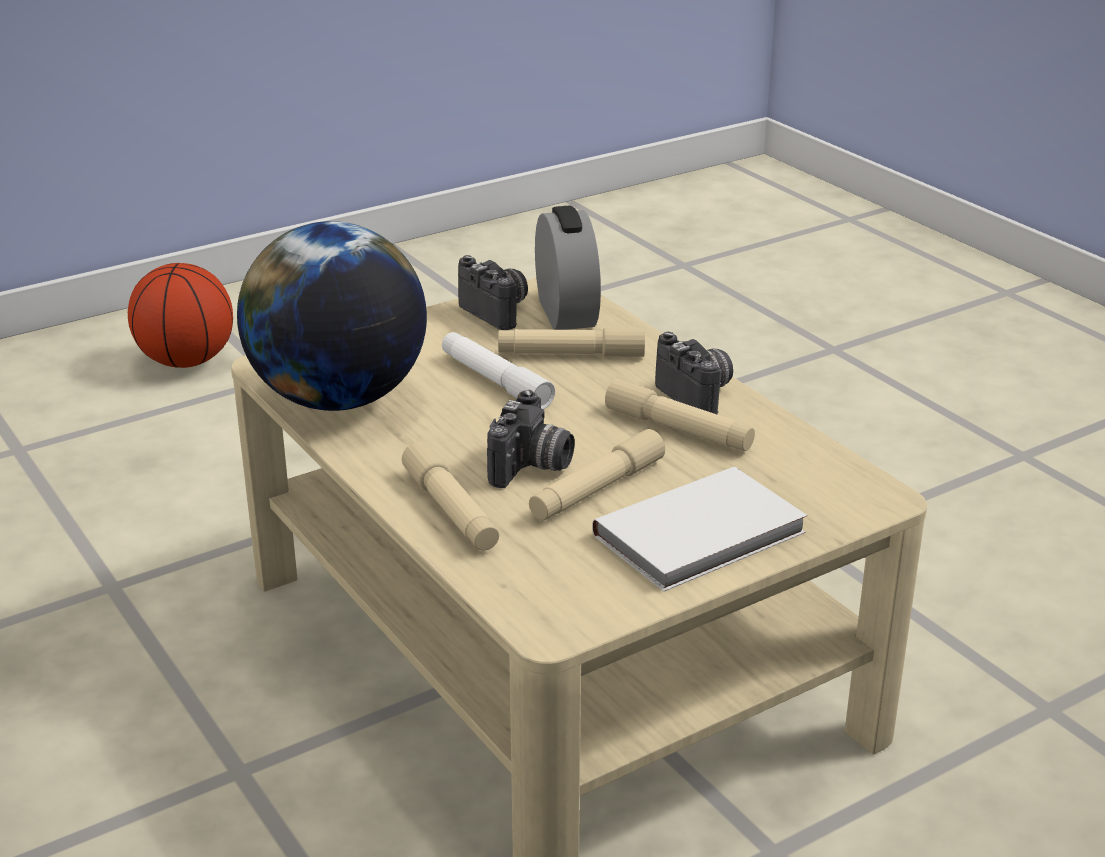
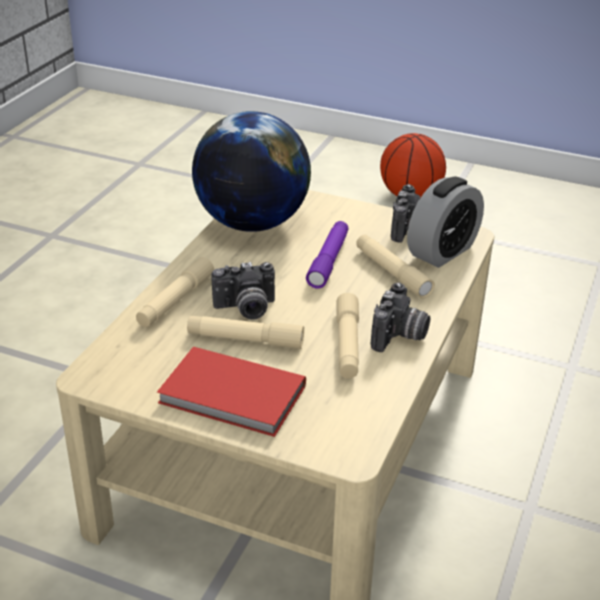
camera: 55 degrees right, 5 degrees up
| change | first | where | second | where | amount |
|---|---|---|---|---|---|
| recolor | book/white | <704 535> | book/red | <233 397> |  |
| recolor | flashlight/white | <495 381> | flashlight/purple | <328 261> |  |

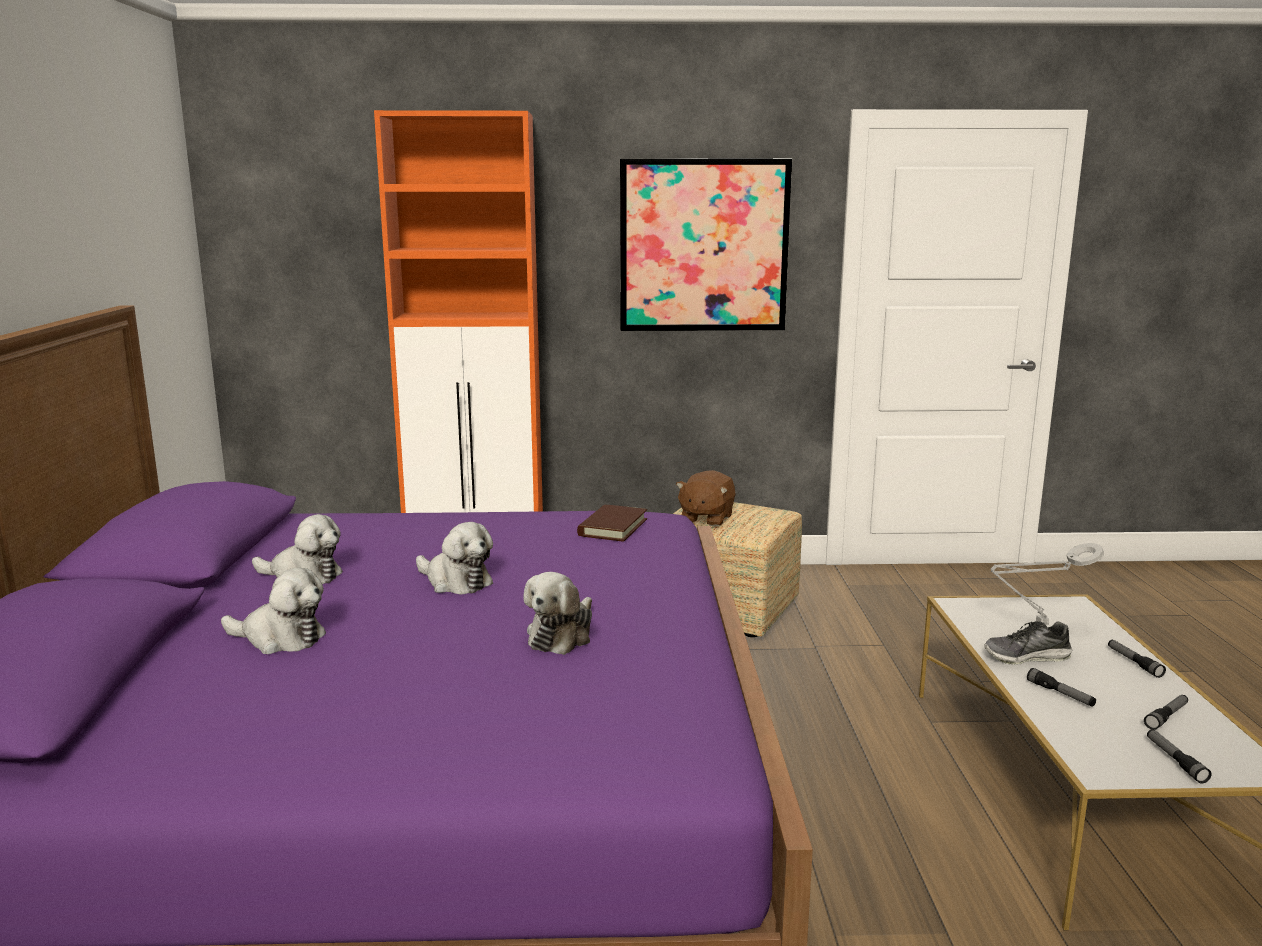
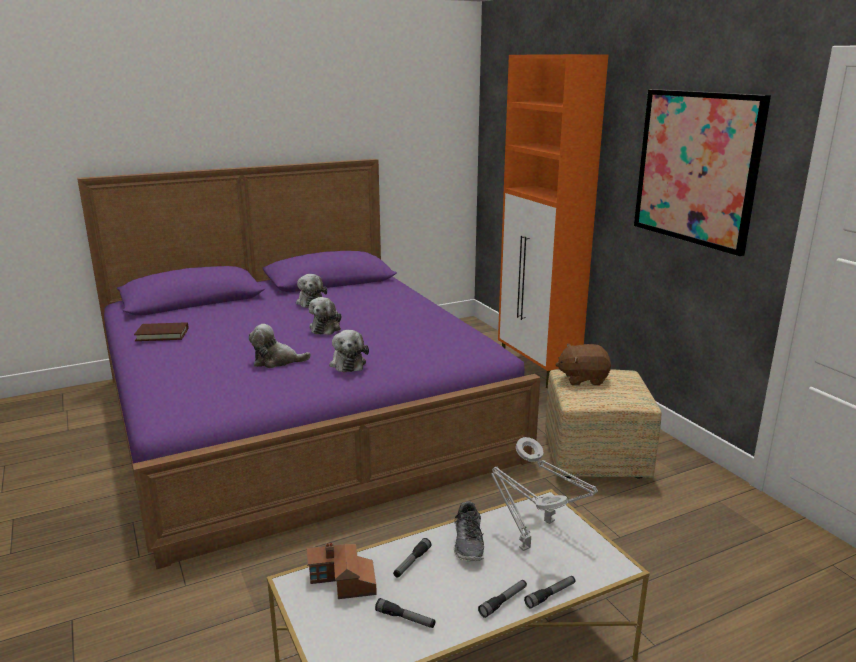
camera: 65 degrees right, 5 degrees up
| change | first | where | second | where | amount |
|---|---|---|---|---|---|
| move | book/brown | <612 527> |  | <162 334> |  |
| insert |  |  | toy house | <342 581> |  |
| move | plush toy | <280 638> |  | <347 363> |  |
| rotate | shoe | <1026 657> |  | <469 543> | 150 degrees counterclockwise |
| insert |  |  | table lamp/grey | <552 523> |  |
| move | flashlight | <1175 761> |  | <550 595> |  |

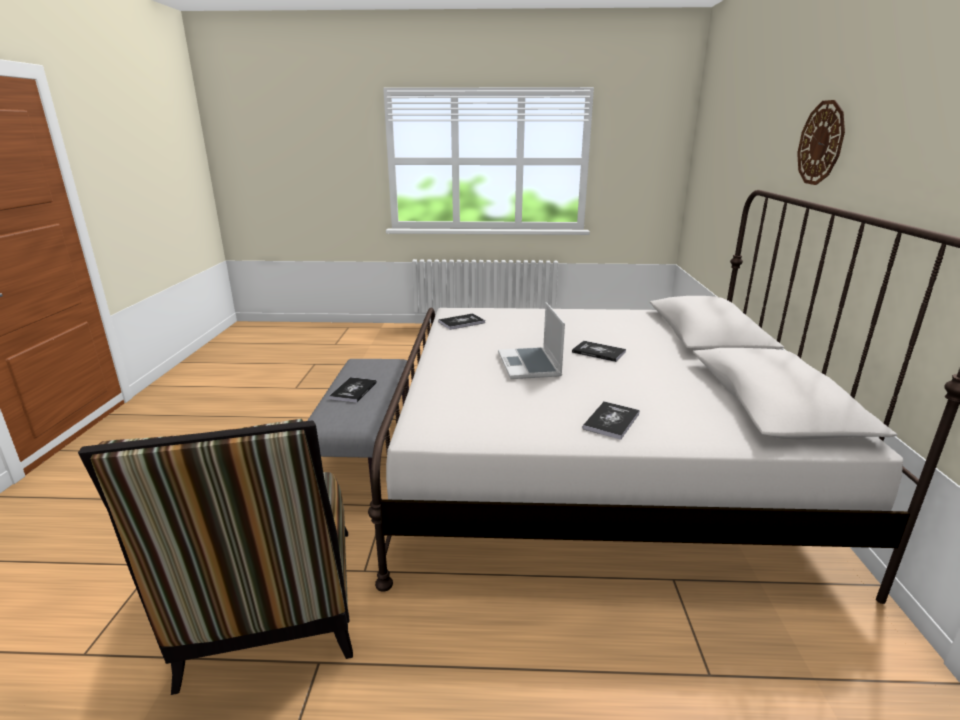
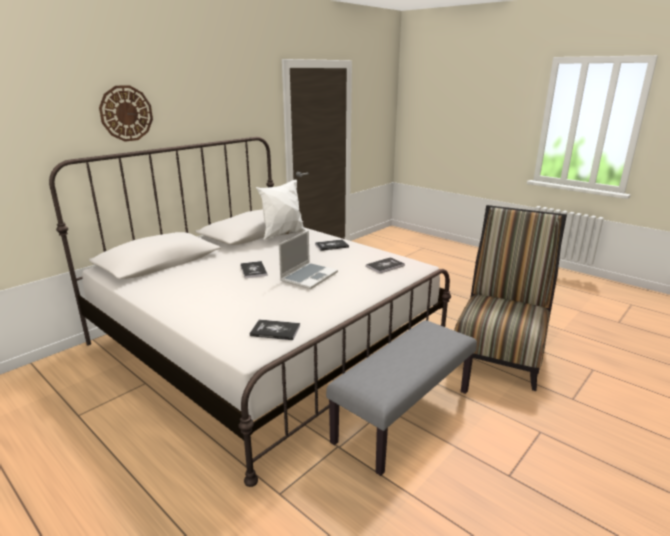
camera: 140 degrees left, 0 degrees up
| change | first | where | second | where | amount |
|---|---|---|---|---|---|
| insert |  |  | pillow/white | <283 235> |  |
| move | book | <353 391> |  | <385 266> |  |

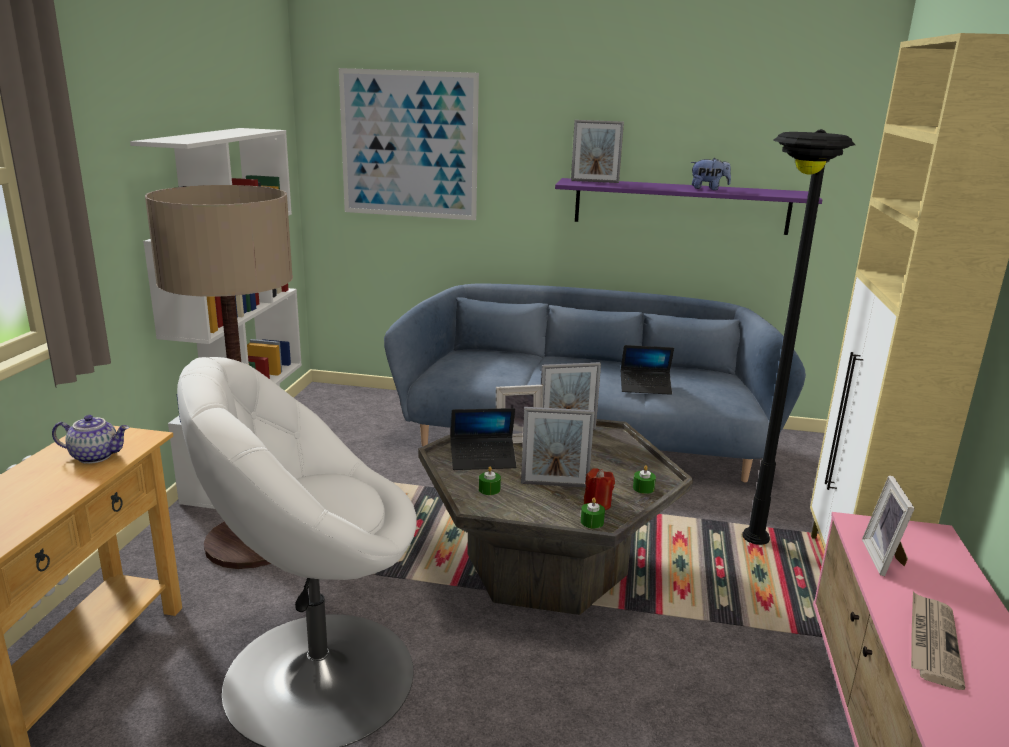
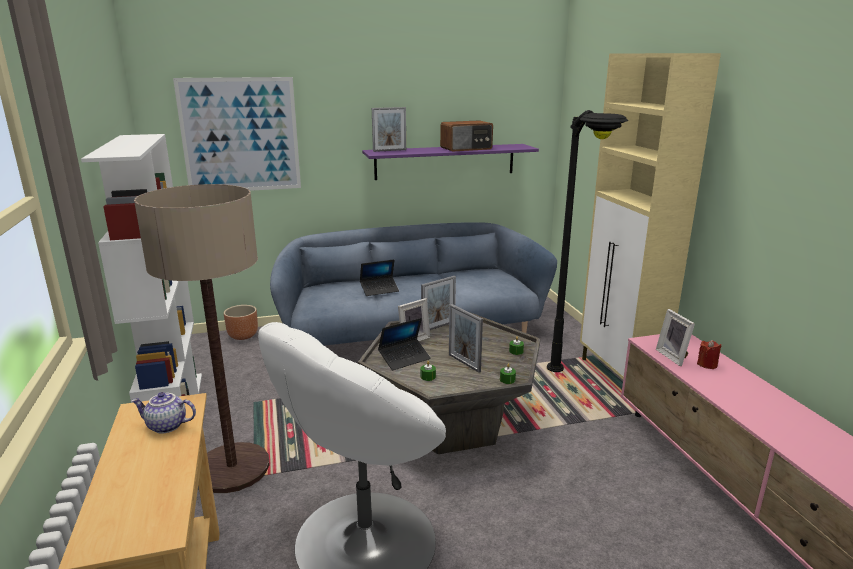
camera: 25 degrees left, 0 degrees up
| change | first | where | second | where | amount |
|---|---|---|---|---|---|
| rotate | teapot | <96 456> |  | <166 426> | 150 degrees counterclockwise |
| insert |  |  | planter/brown | <243 335> |  |
| move | laptop | <645 387> |  | <379 290> |  |
| replace | plush toy | <708 189> | radio | <466 148> |  |
| rotate | picture frame | <554 484> |  | <464 363> | 75 degrees clockwise |
| move | candle/red | <597 504> |  | <707 364> |  |
| delete | newspaper | <931 641> |  |  |  |

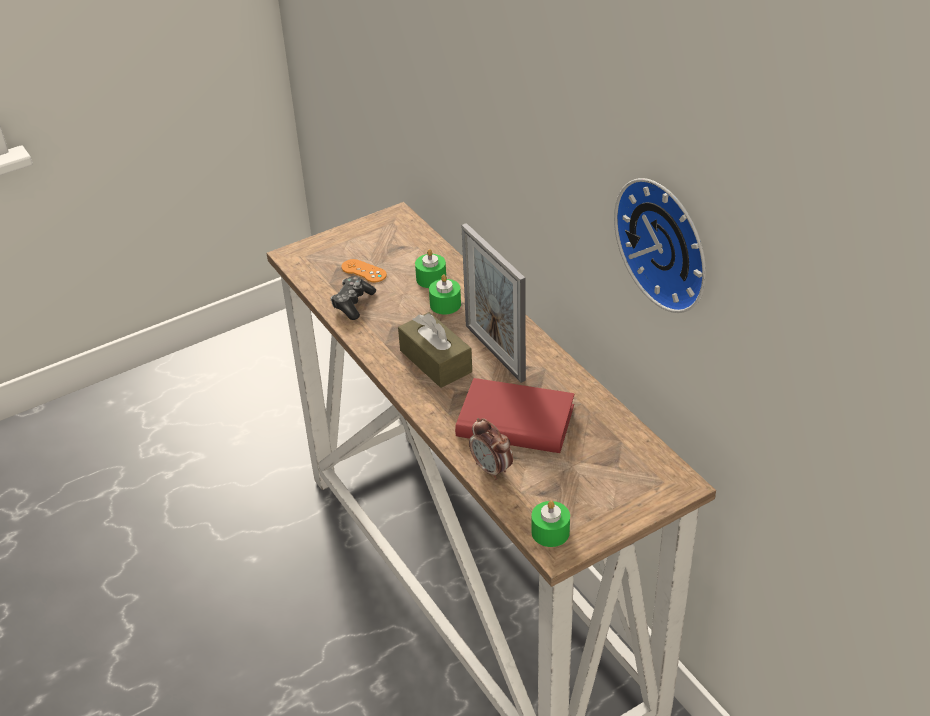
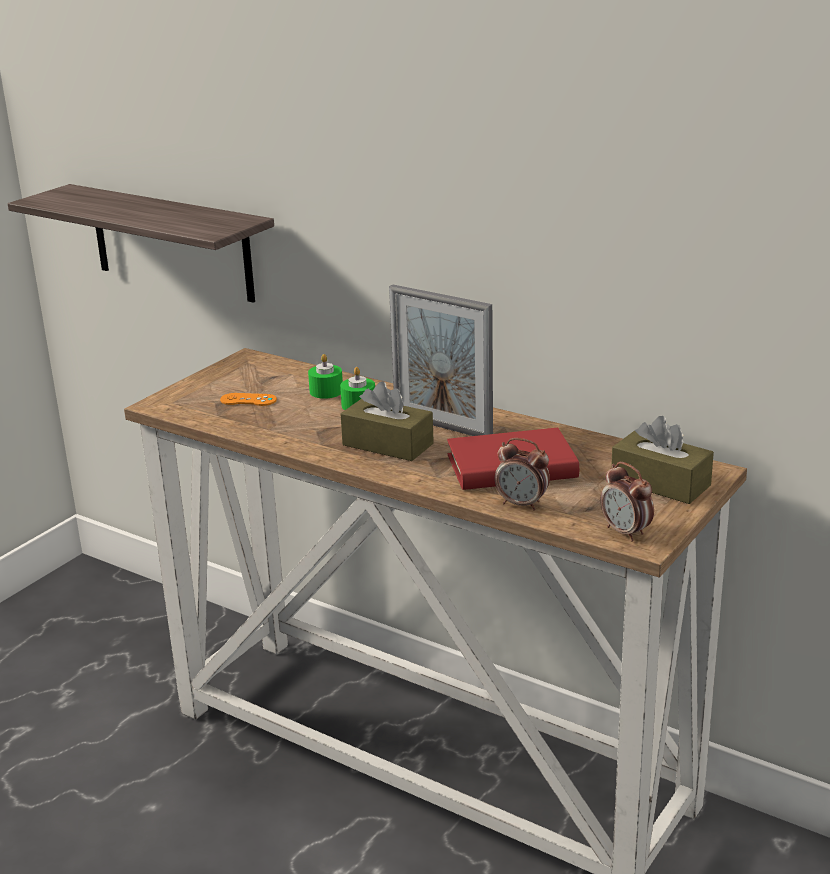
camera: 25 degrees left, 15 degrees down
| change | first | where | second | where | amount |
|---|---|---|---|---|---|
| insert |  |  | shelf | <171 243> |  |
| replace | candle/green | <550 532> | alarm clock | <626 532> |  |
| insert |  |  | tissue box/brown | <660 483> |  |
| delete | game controller | <353 303> |  |  |  |
| delete | wall clock | <668 242> |  |  |  |

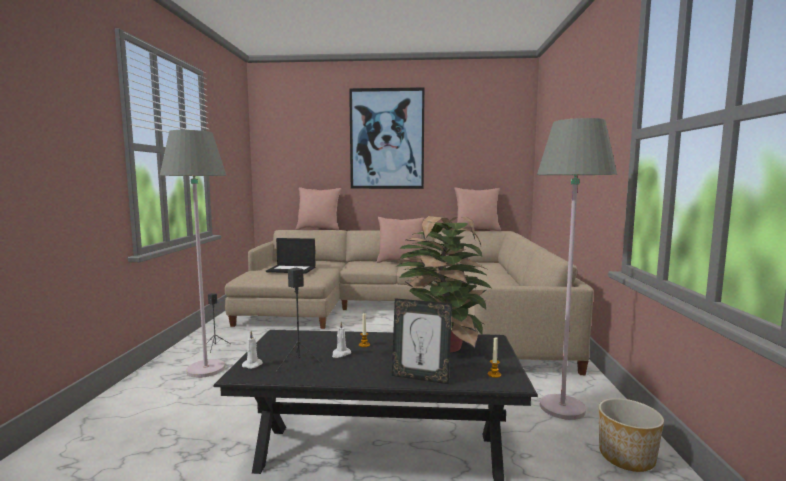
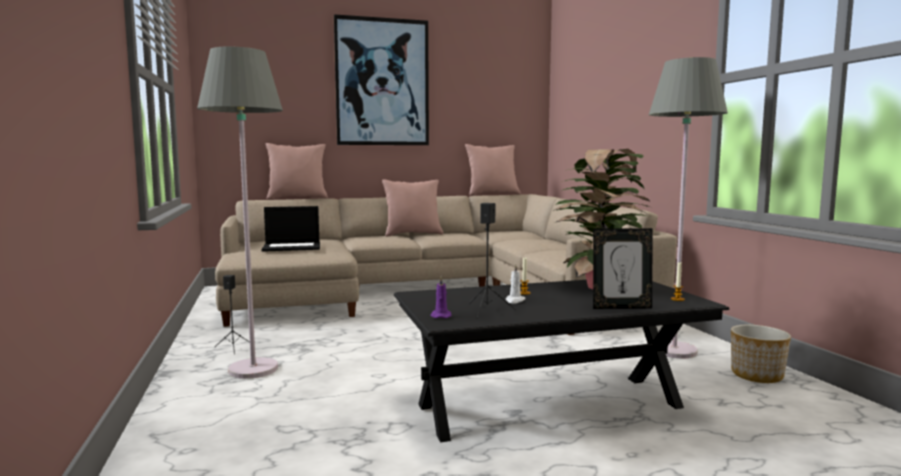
camera: 20 degrees left, 0 degrees up
| change | first | where | second | where | amount |
|---|---|---|---|---|---|
| recolor | candle/white | <253 364> | candle/purple | <441 316> |  |

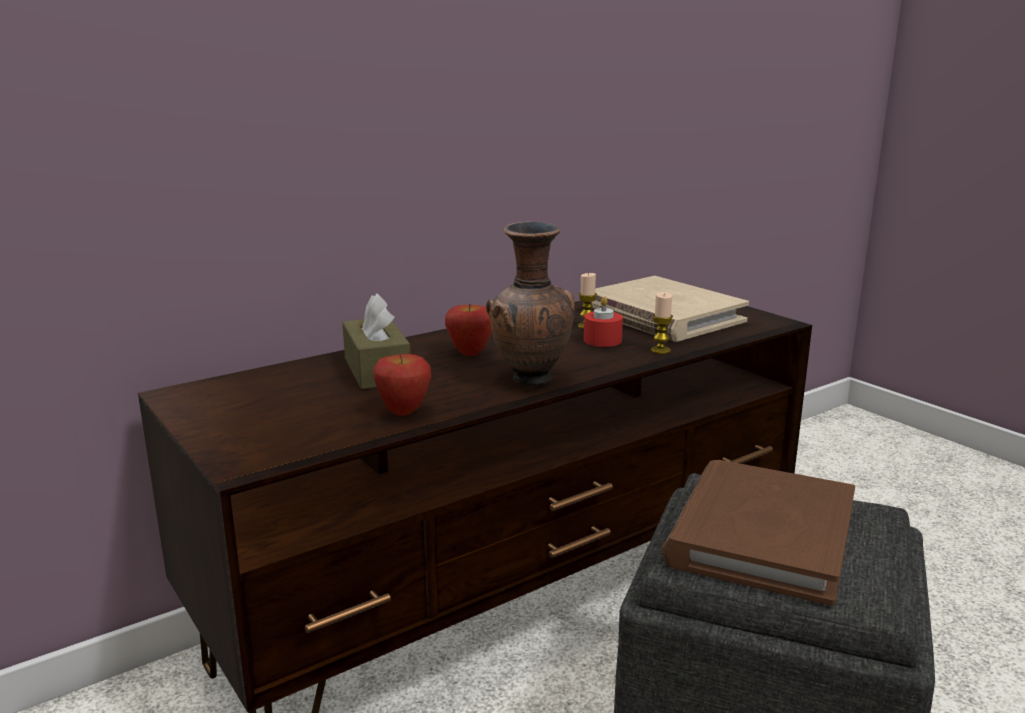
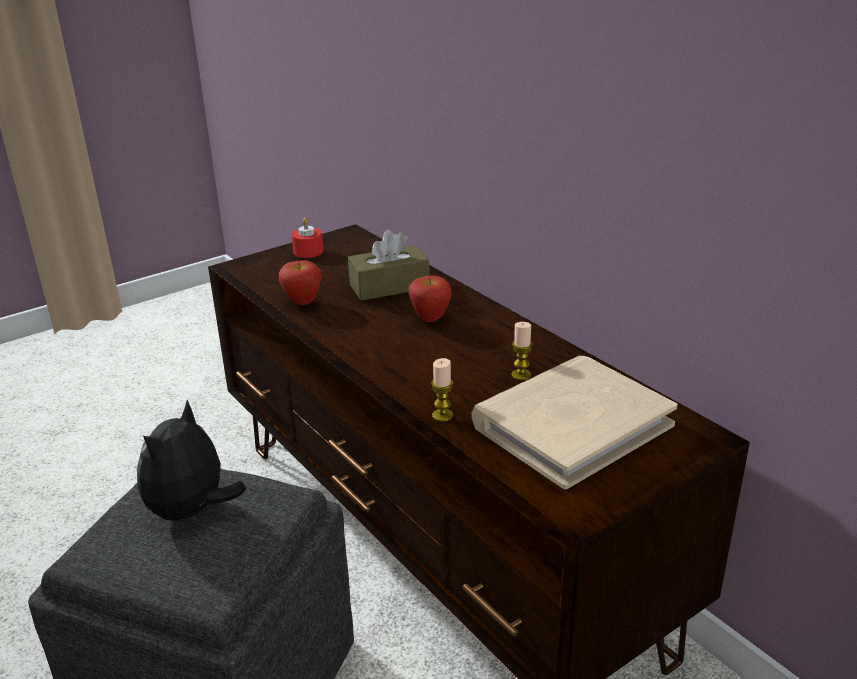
camera: 90 degrees right, 10 degrees up
| change | first | where | second | where | amount |
|---|---|---|---|---|---|
| replace | book/brown | <761 536> | plush toy | <191 511> |  |
| move | candle/red | <602 340> |  | <308 251> |  |
| delete | vase/brown | <531 382> |  |  |  |

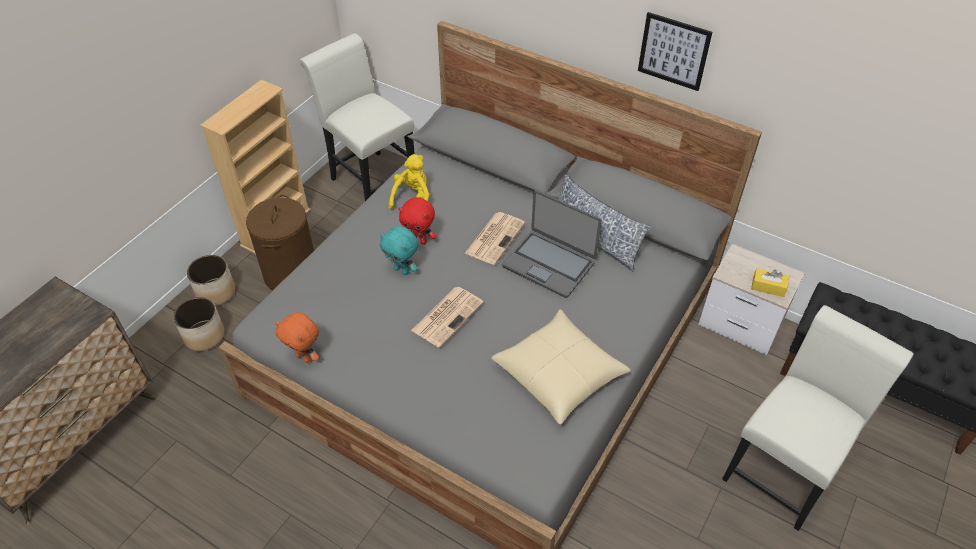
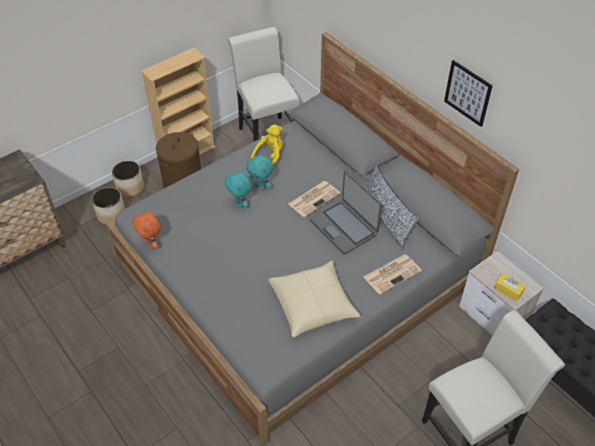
camera: 20 degrees right, 0 degrees up
| change | first | where | second | where | amount |
|---|---|---|---|---|---|
| recolor | plush toy/red | <419 241> | plush toy/turquoise | <261 187> |  |
| move | newspaper | <447 315> |  | <392 273> |  |

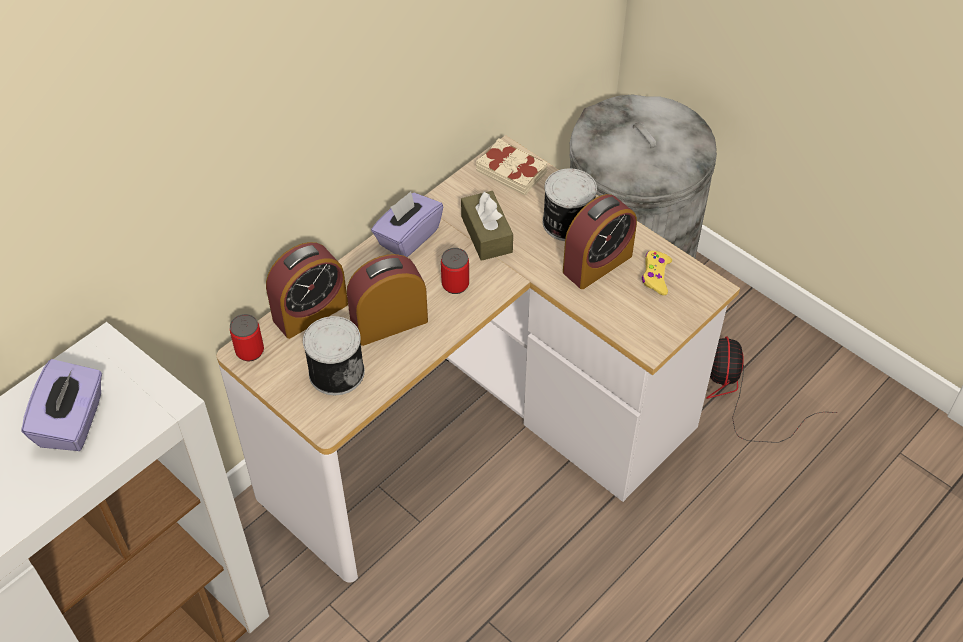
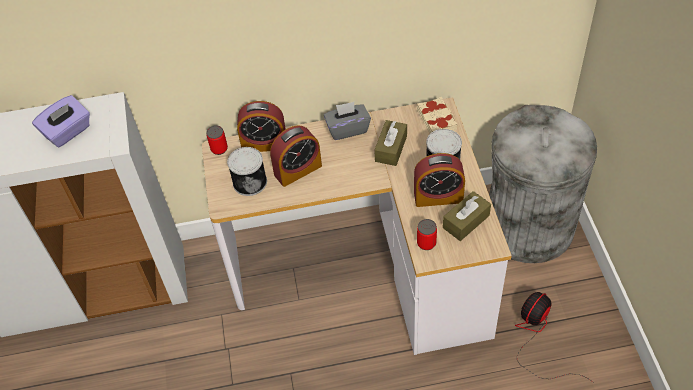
camera: 40 degrees right, 0 degrees up
| change | first | where | second | where | amount |
|---|---|---|---|---|---|
| rotate | alarm clock | <389 322> |  | <298 170> | 135 degrees clockwise |
| recolor | tissue box/purple | <408 237> | tissue box/grey | <347 129> |  |
| move | can | <455 284> |  | <426 243> |  |
| replace | game controller/yellow | <655 276> | tissue box/brown | <466 221> |  |

